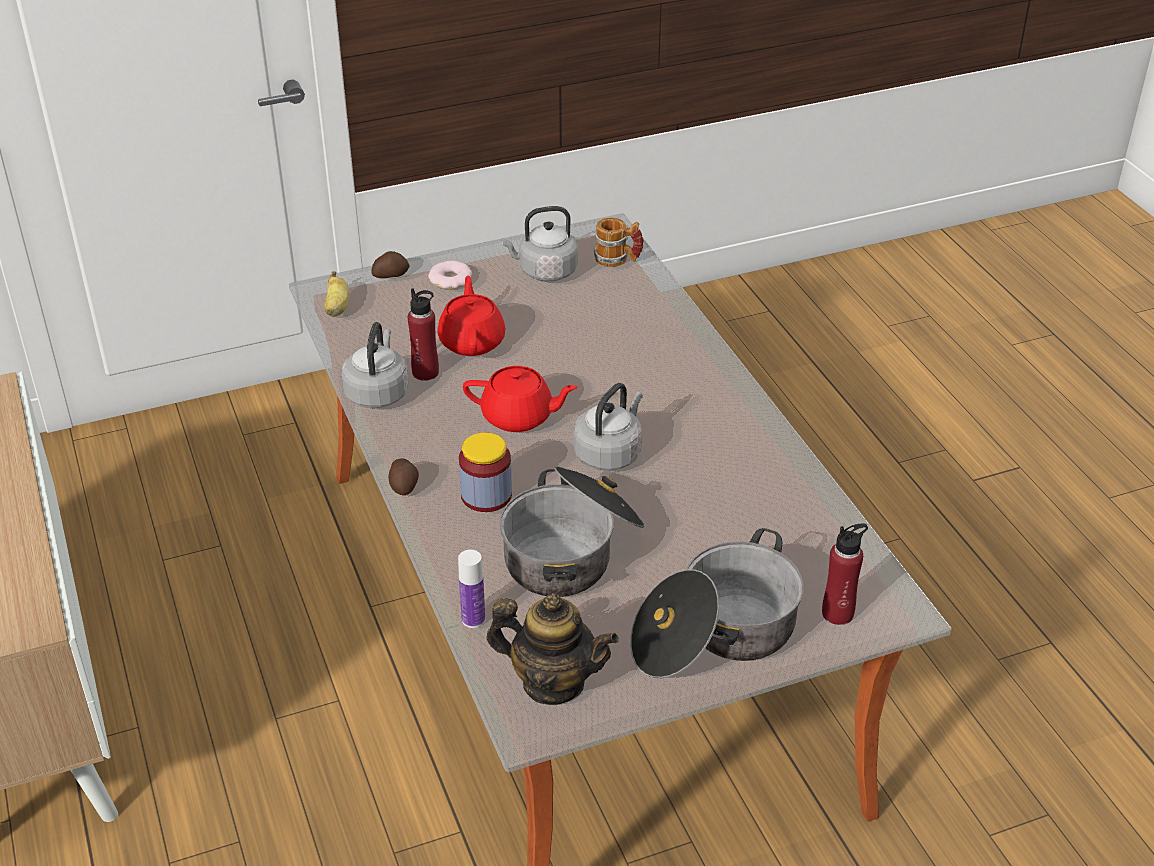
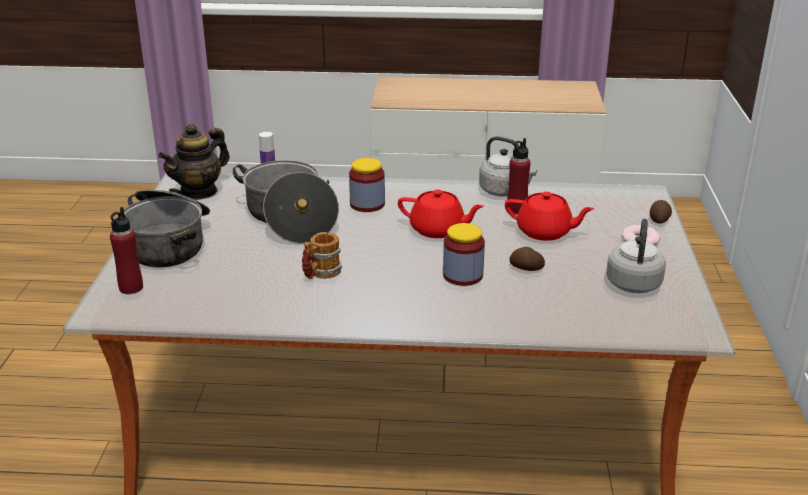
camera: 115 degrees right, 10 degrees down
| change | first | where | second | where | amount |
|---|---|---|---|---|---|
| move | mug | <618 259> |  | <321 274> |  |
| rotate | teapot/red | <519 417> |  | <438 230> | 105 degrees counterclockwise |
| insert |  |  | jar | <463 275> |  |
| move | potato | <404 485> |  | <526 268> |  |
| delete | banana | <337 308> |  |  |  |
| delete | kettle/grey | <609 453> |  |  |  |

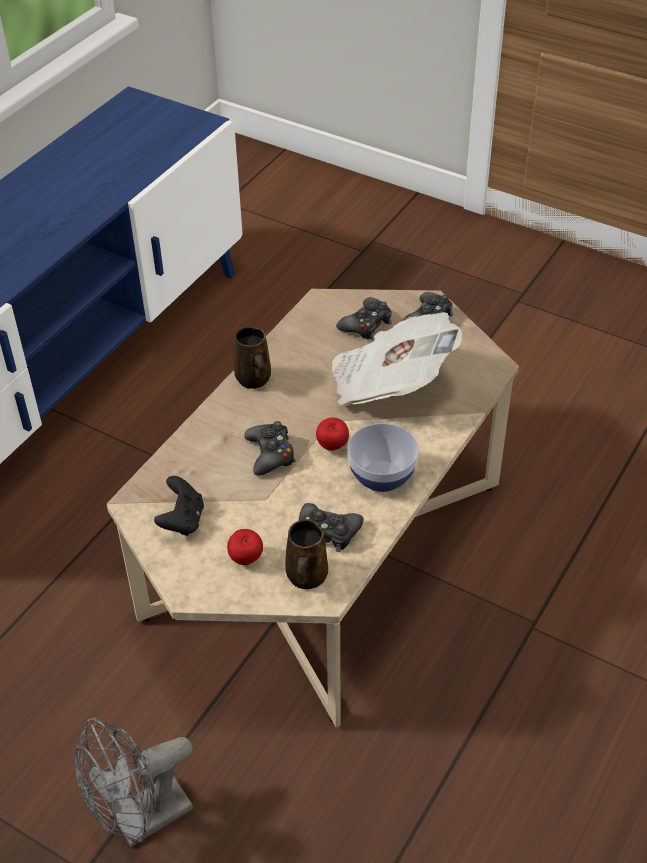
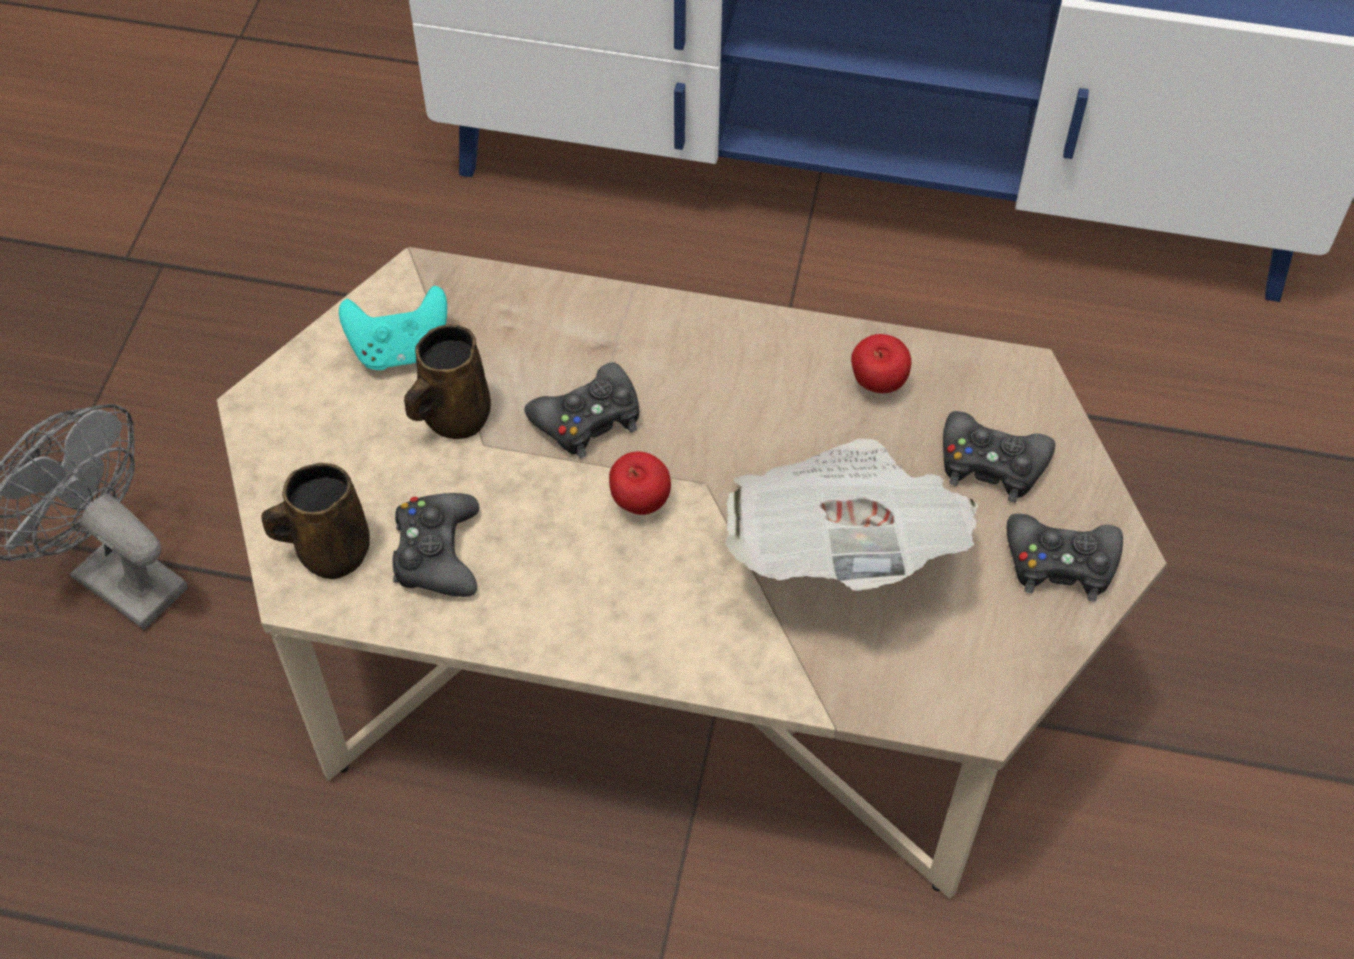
camera: 70 degrees right, 10 degrees up
| change | first | where | second | where | amount |
|---|---|---|---|---|---|
| recolor | game controller/black | <182 520> | game controller/turquoise | <400 350> |  |
| move | mug/brown | <254 380> |  | <453 417> |  |
| move | apple | <246 560> |  | <877 385> |  |
| delete | bowl | <382 477> |  |  |  |

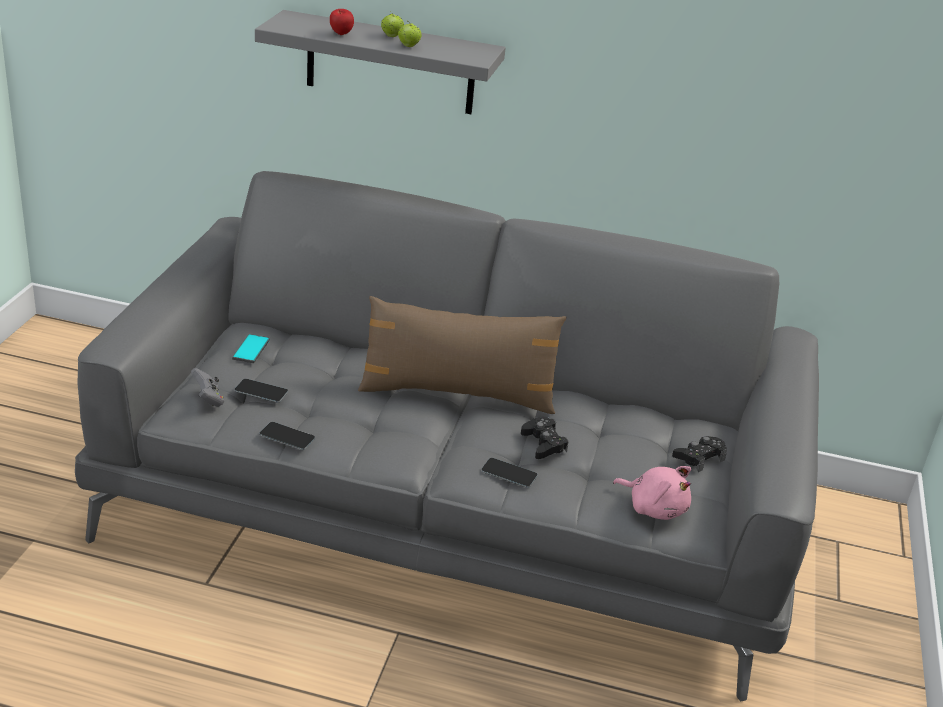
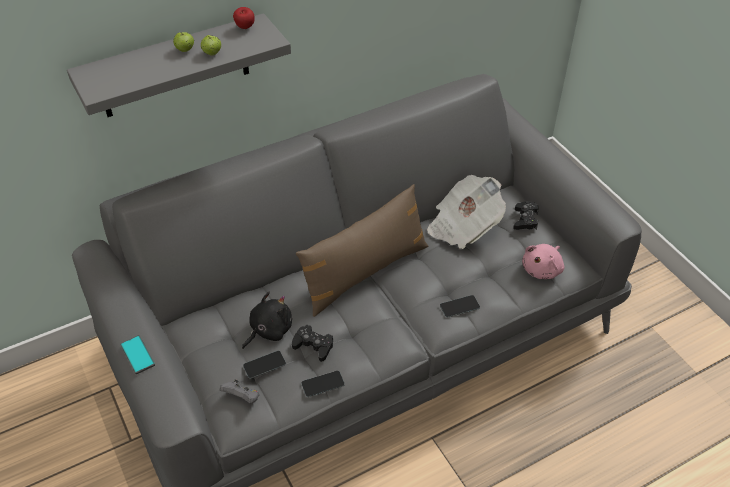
camera: 40 degrees left, 15 degrees up
| change | first | where | second | where | amount |
|---|---|---|---|---|---|
| move | phone | <251 349> |  | <138 355> |  |
| move | apple | <341 34> |  | <245 28> |  |
| insert |  |  | plush toy/black | <269 330> |  |
| move | game controller/black | <543 444> |  | <313 345> |  |
| insert |  |  | newspaper | <463 225> |  |
| rotate | plush toy/pink | <654 507> |  | <542 269> | 135 degrees clockwise |

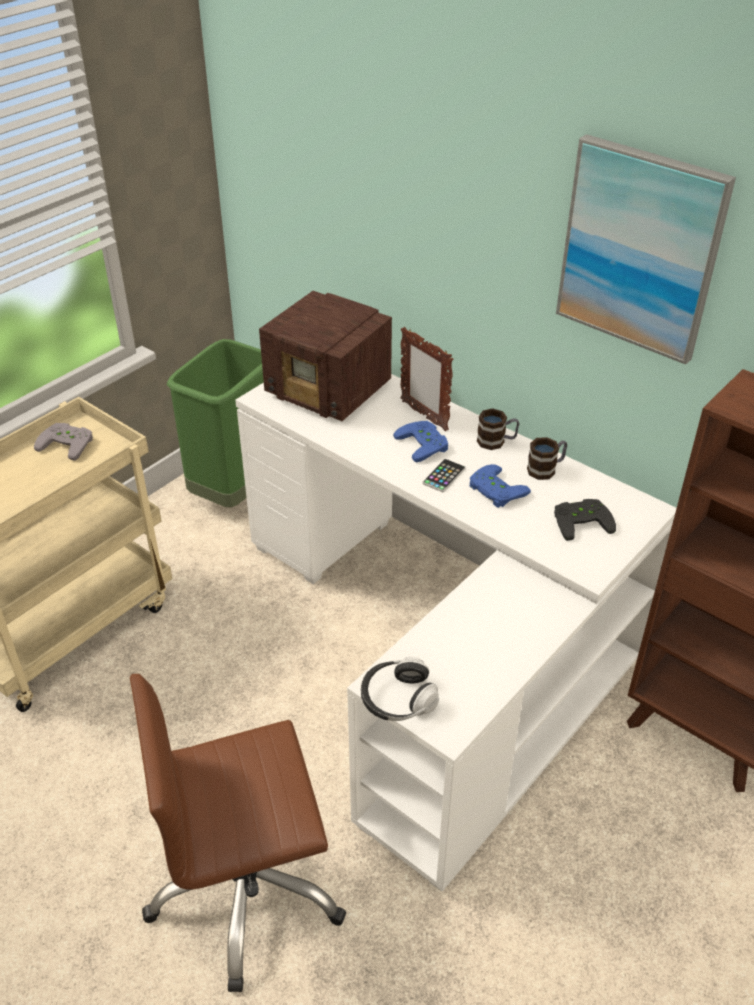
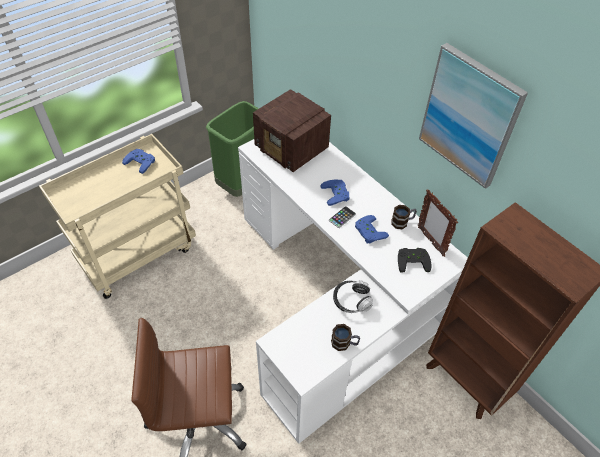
camera: 10 degrees right, 10 degrees up
| change | first | where | second | where | amount |
|---|---|---|---|---|---|
| recolor | game controller/grey | <68 443> | game controller/blue | <141 161> |  |
| move | mug | <496 441> |  | <344 343> |  |
| move | headphones | <397 699> |  | <351 300> |  |
| move | picture frame | <424 415> |  | <430 241> |  |

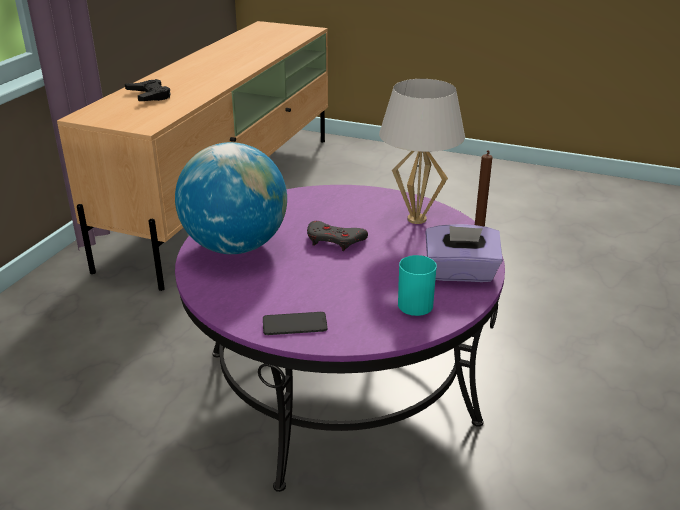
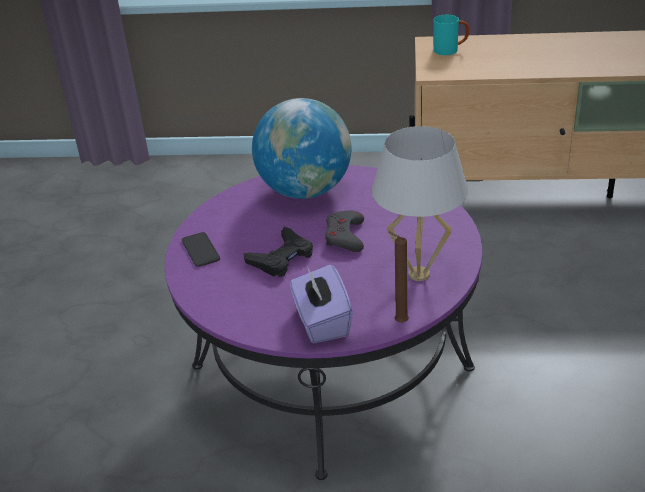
camera: 75 degrees right, 5 degrees up
| change | first | where | second | where | amount |
|---|---|---|---|---|---|
| move | game controller/black | <149 95> |  | <281 258> |  |
| move | mug/turquoise | <416 302> |  | <450 50> |  |

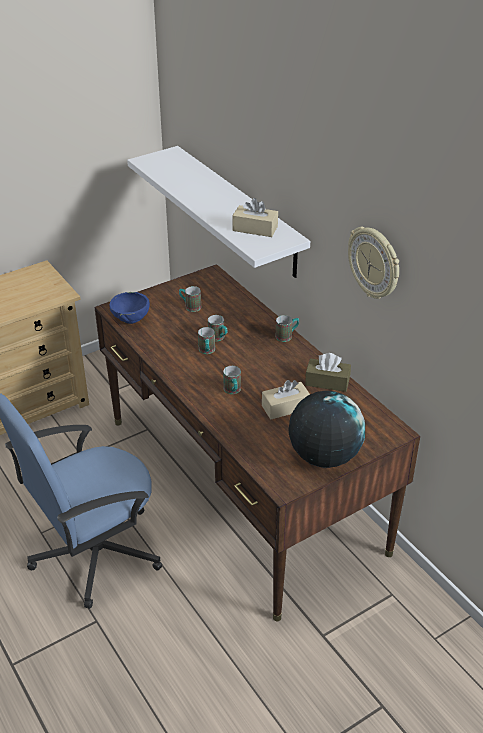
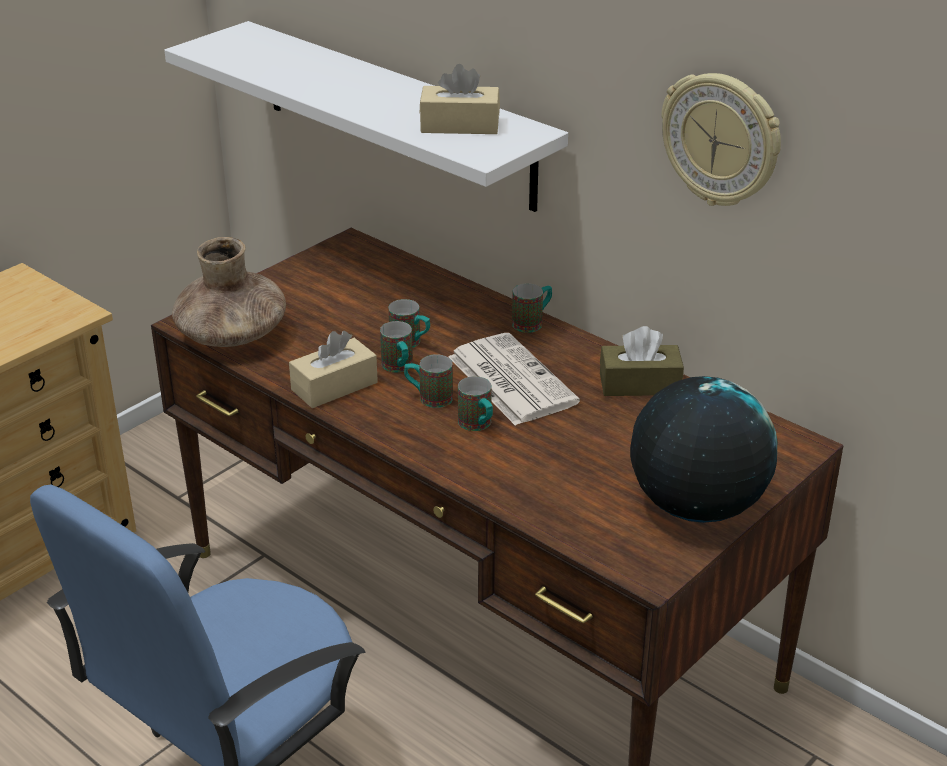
camera: 15 degrees left, 5 degrees down
| change | first | where | second | where | amount |
|---|---|---|---|---|---|
| replace | bowl/blue | <131 319> | vase/brown | <232 335> |  |
| move | tissue box/beige | <285 407> |  | <334 386> |  |
| move | mug | <190 306> |  | <428 398> |  |
| insert |  |  | newspaper | <510 379> |  |

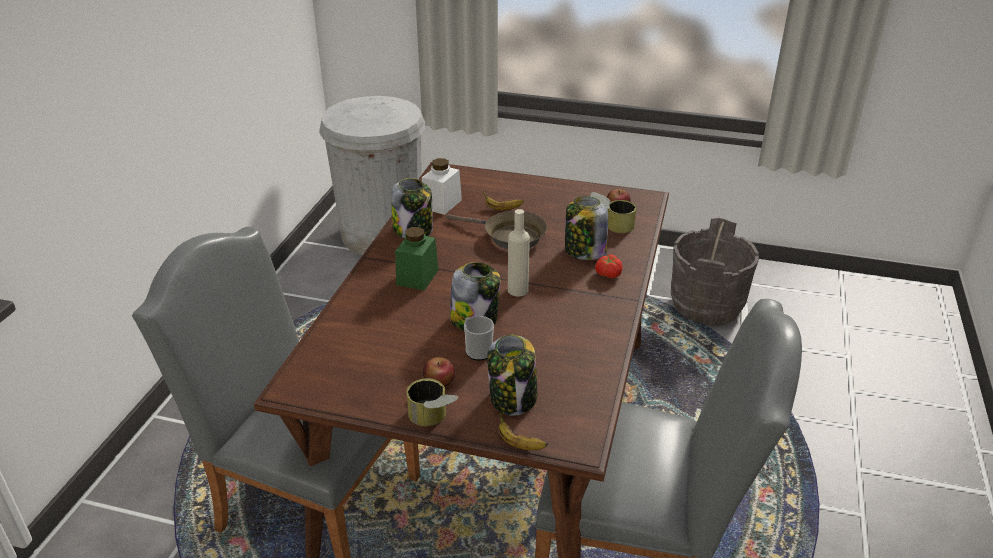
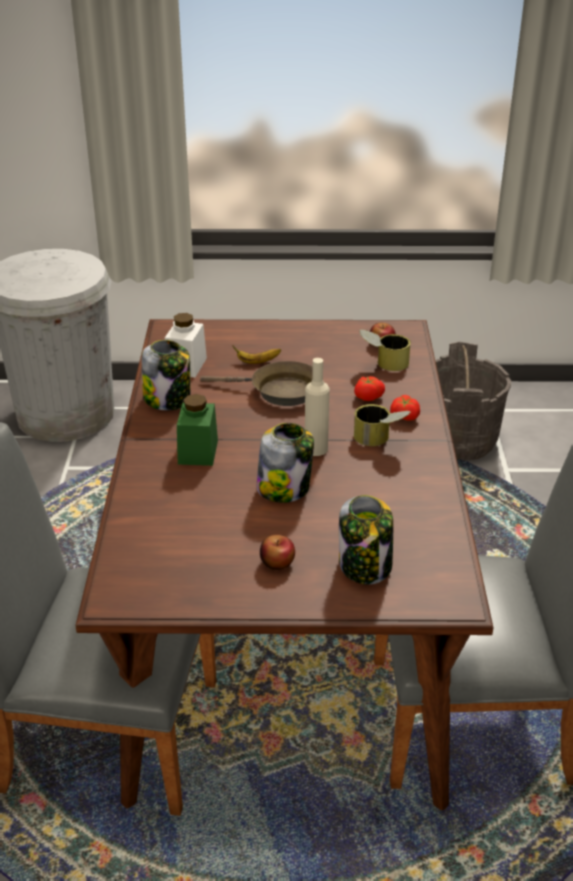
camera: 15 degrees left, 0 degrees up
| change | first | where | second | where | amount |
|---|---|---|---|---|---|
| replace | jar | <584 251> | tomato | <368 396> |  |
| move | can | <433 420> |  | <380 440> |  |
| delete | mug | <477 350> |  |  |  |
| delete | banana | <519 444> |  |  |  |

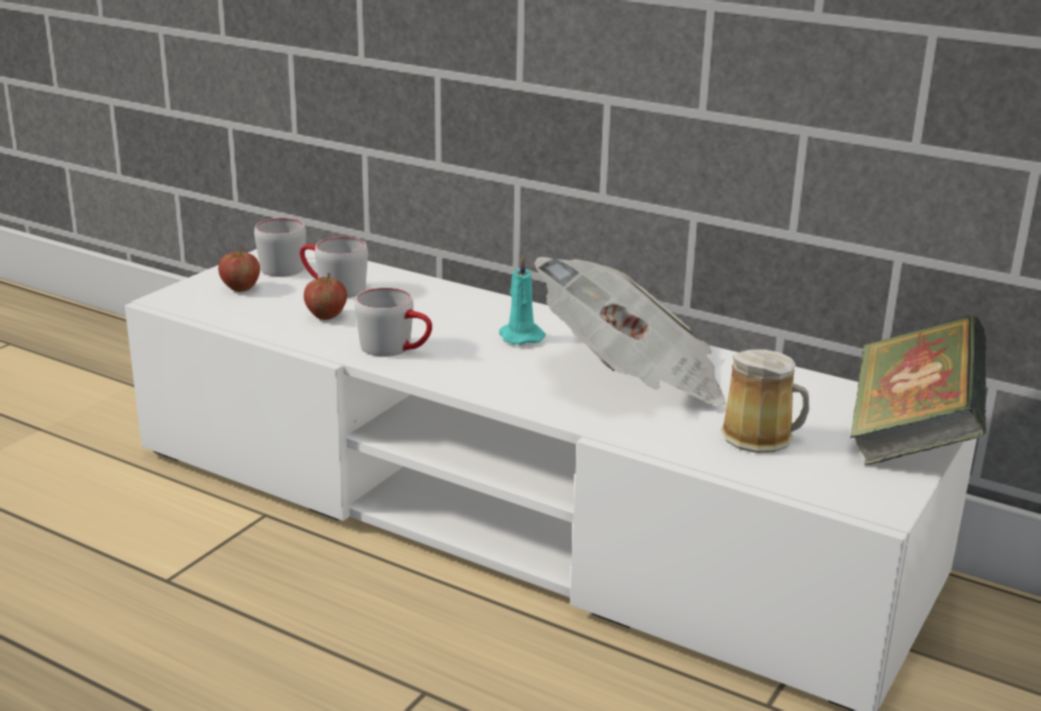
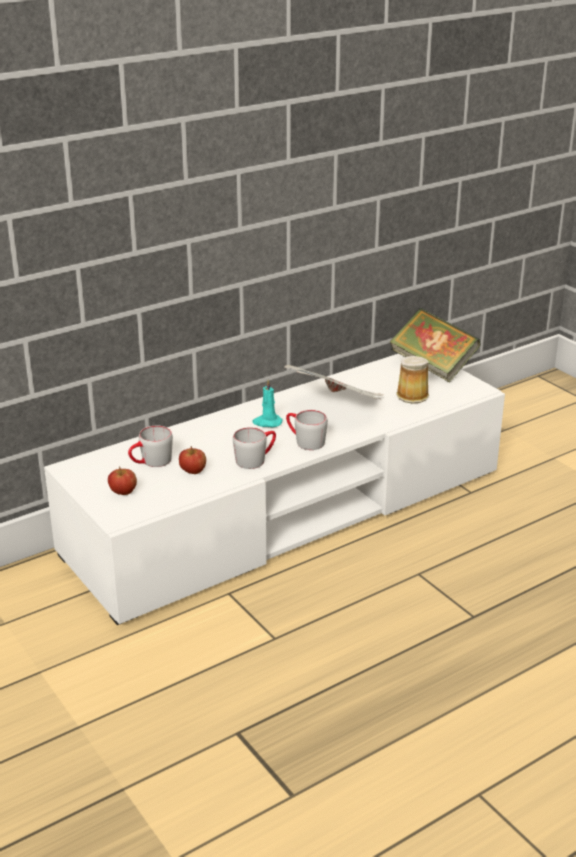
camera: 65 degrees left, 5 degrees up
| change | first | where | second | where | amount |
|---|---|---|---|---|---|
| move | mug/grey | <286 265> |  | <304 441> |  |

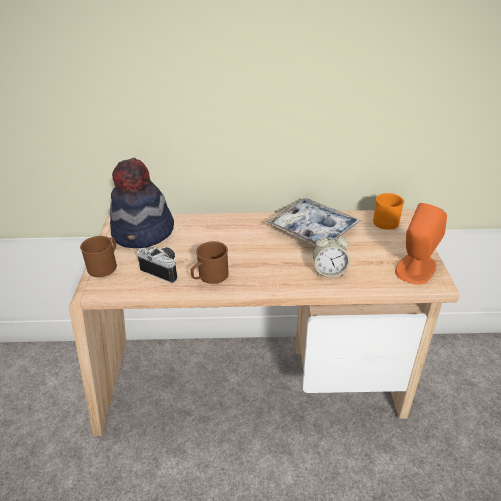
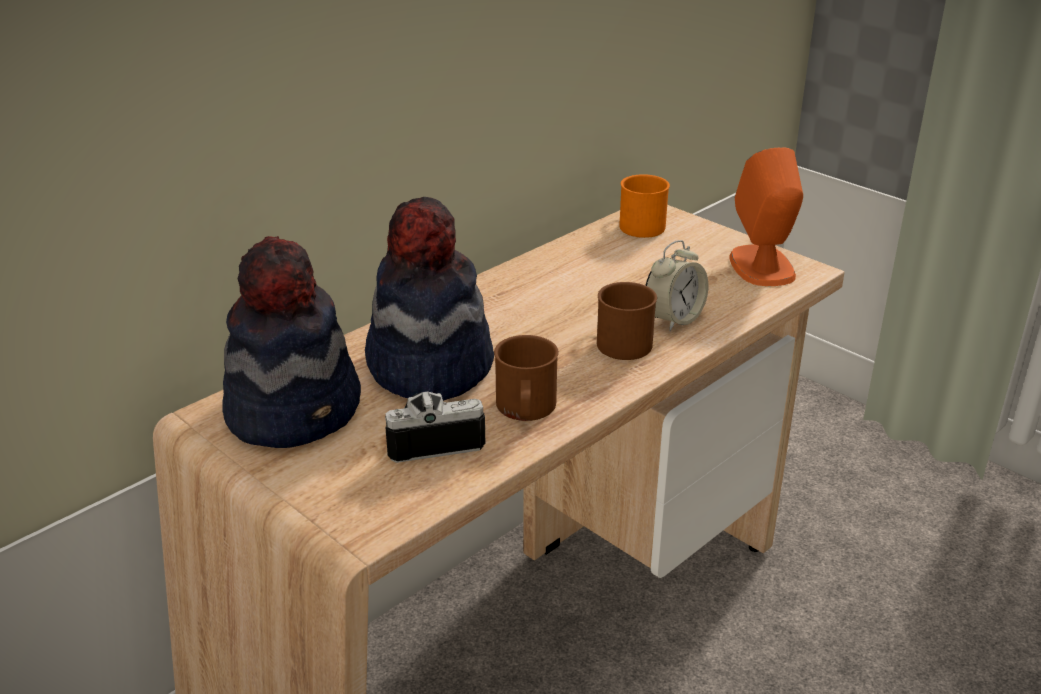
camera: 45 degrees left, 5 degrees down
| change | first | where | second | where | amount |
|---|---|---|---|---|---|
| insert |  |  | hat | <429 366> |  |
| move | mug/brown | <105 265> |  | <619 341> |  |
| delete | tray | <312 230> |  |  |  |

